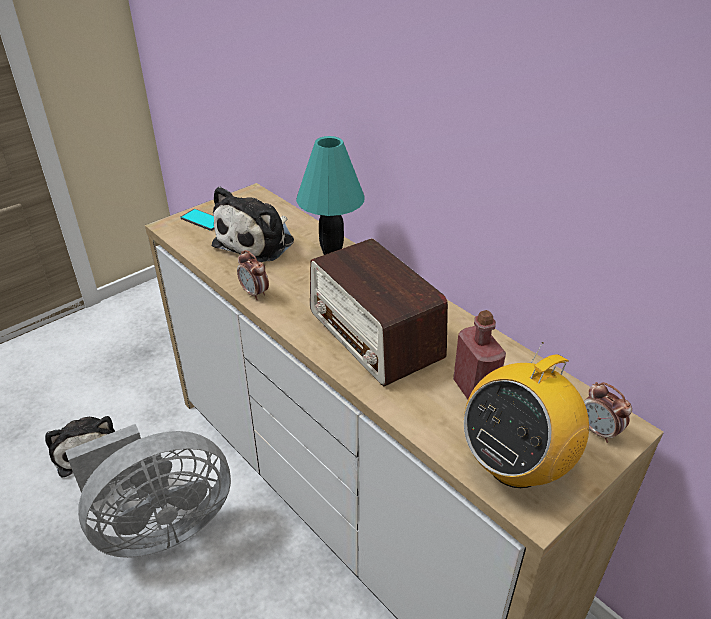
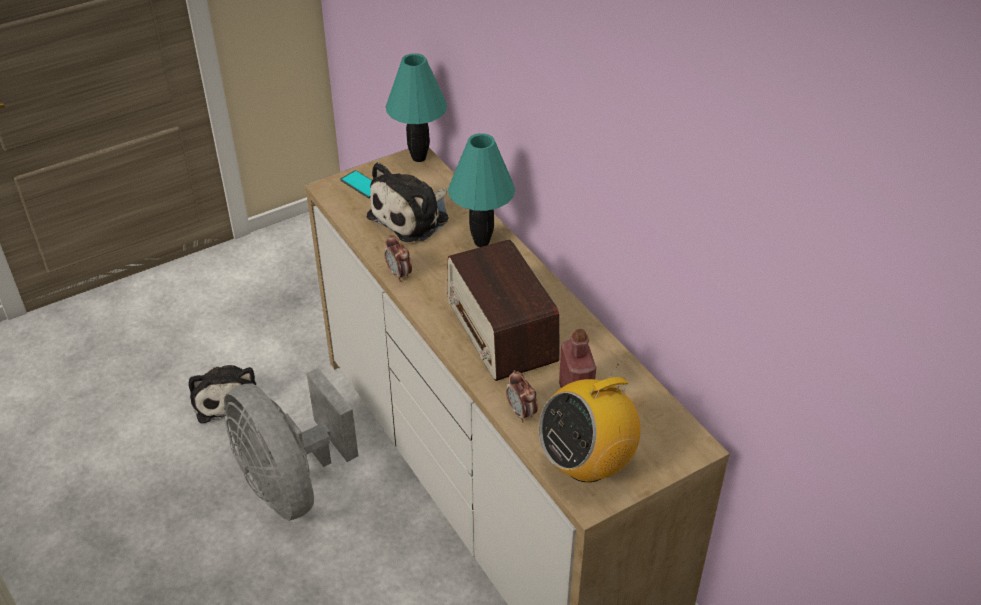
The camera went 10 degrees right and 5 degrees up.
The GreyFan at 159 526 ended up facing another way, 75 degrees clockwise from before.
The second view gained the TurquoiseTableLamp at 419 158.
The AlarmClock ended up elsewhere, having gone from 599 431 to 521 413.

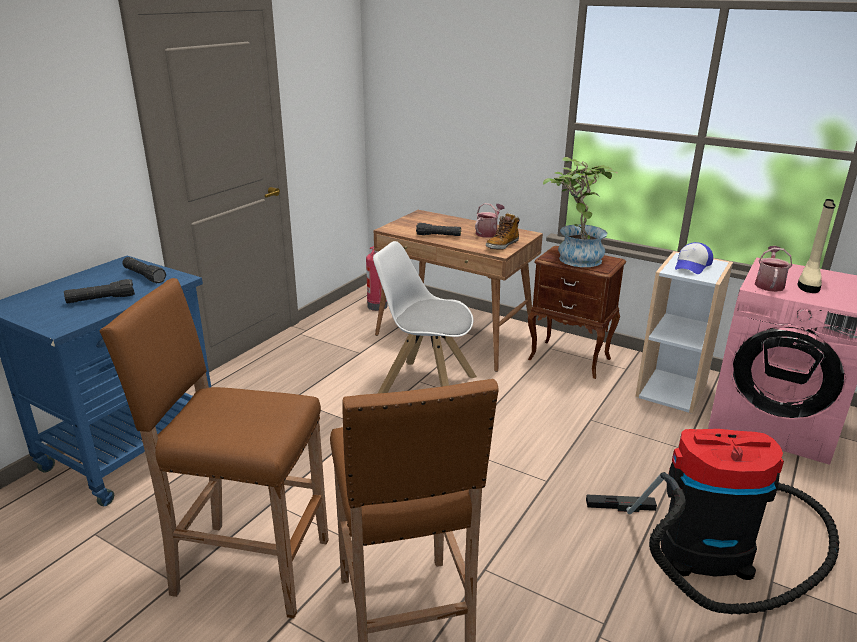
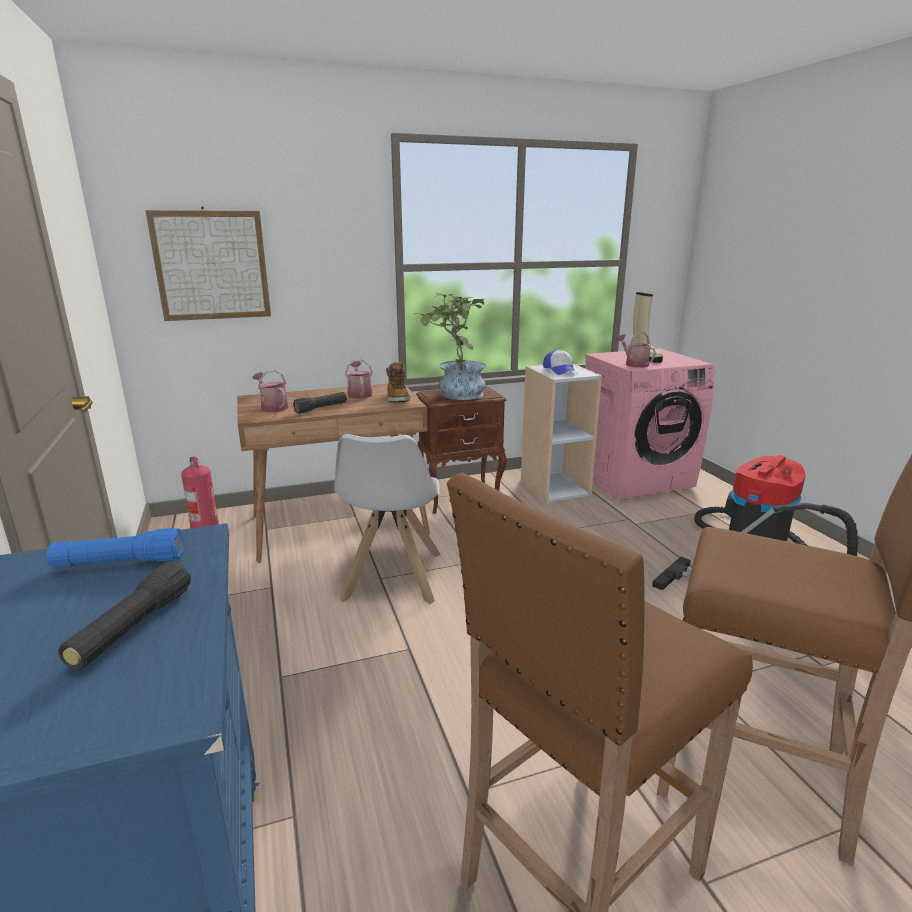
The camera went 50 degrees left and 5 degrees down.
What was the BlackFlashlight at 144 276 turned into the BlueFlashlight at 120 563.
The second view gained the Picture at 211 264.
The second view gained the WateringCan at 272 407.
The Chair at 425 385 ended up facing another way, 60 degrees counterclockwise from before.

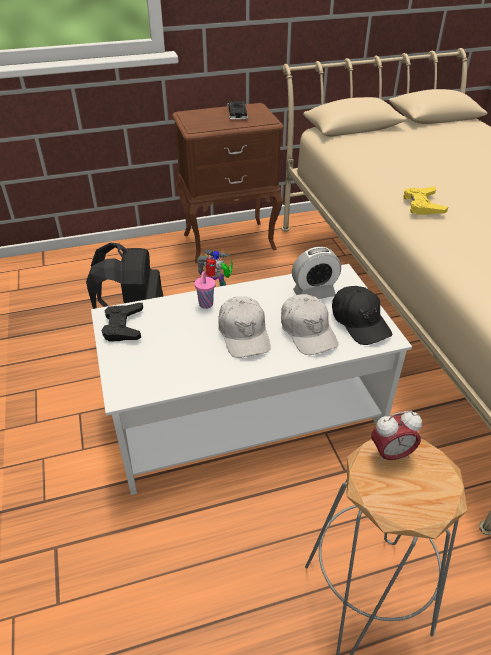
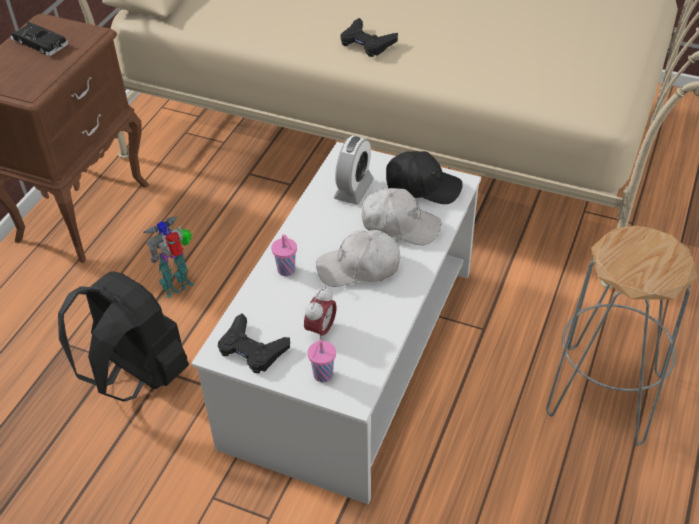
The camera went 50 degrees left and 5 degrees up.
The AlarmClock ended up elsewhere, having gone from 391 454 to 321 330.
The second view gained the PinkCup at 322 376.
The WhiteCap at 244 334 ended up facing another way, 150 degrees clockwise from before.
What was the YellowGameController at 422 205 turned into the BlackGameController at 367 43.

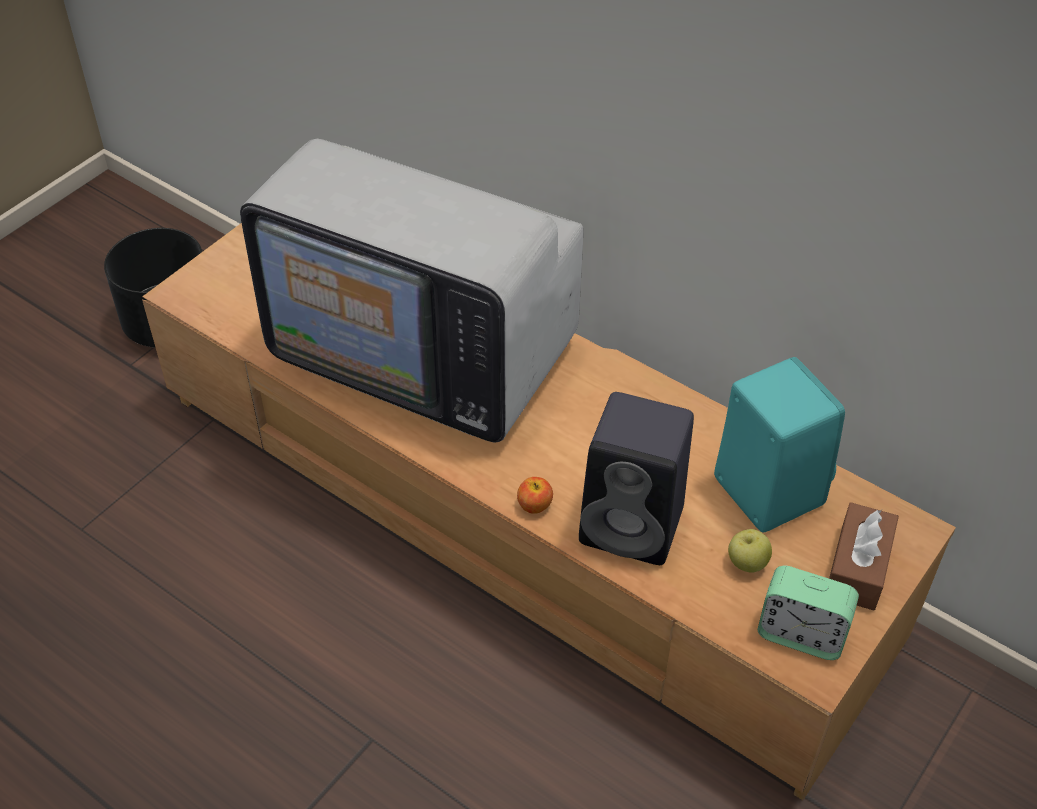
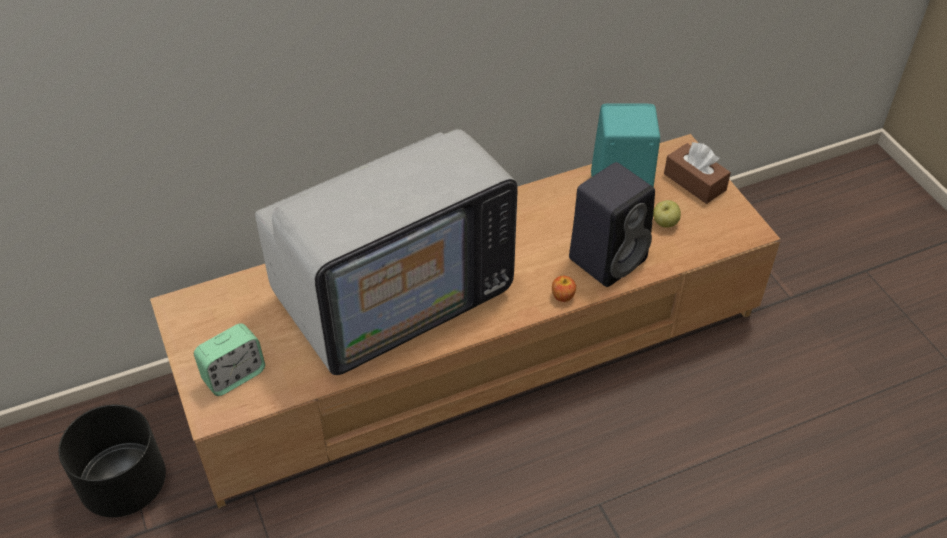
The camera went 60 degrees left and 0 degrees up.
The AlarmClock ended up elsewhere, having gone from 801 634 to 234 376.

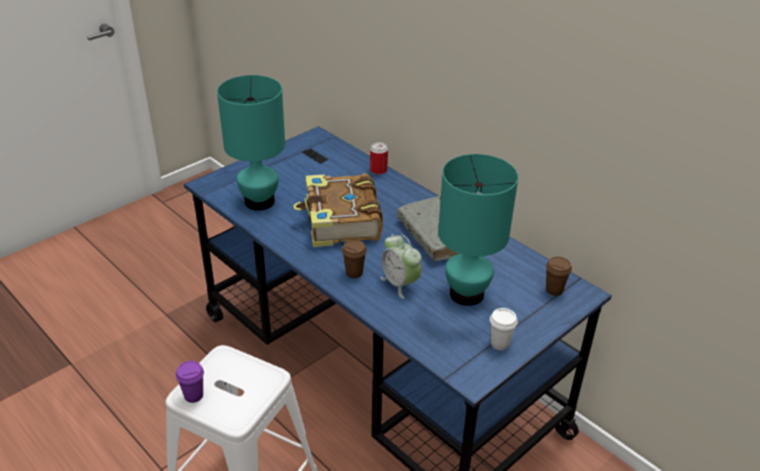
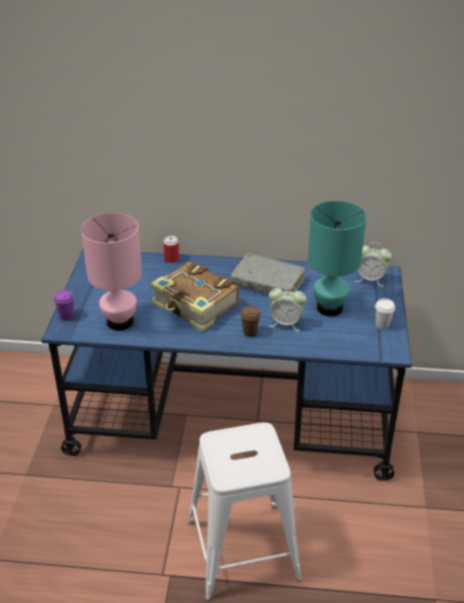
The camera went 40 degrees left and 0 degrees up.
The PurpleCup ended up elsewhere, having gone from 193 395 to 66 316.
What was the TurquoiseTableLamp at 260 201 turned into the PinkTableLamp at 120 321.
Where the BrownCup stood at 554 290, the AlarmClock came to stand at 370 280.

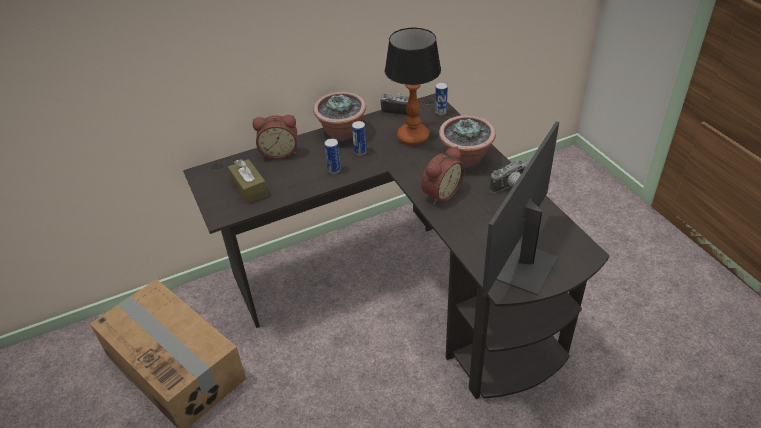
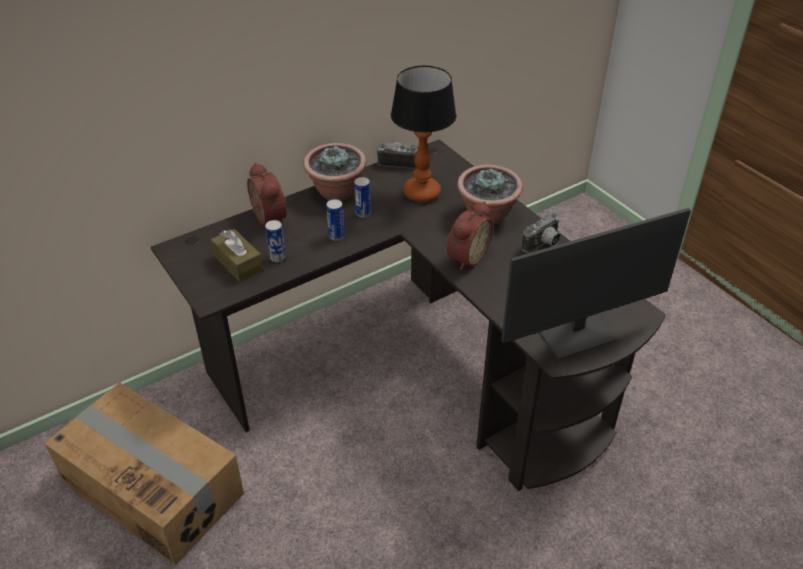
The camera went 10 degrees left and 0 degrees up.
The AlarmClock at 279 152 ended up facing another way, 105 degrees counterclockwise from before.
The Can ended up elsewhere, having gone from 441 112 to 277 257.
The Monitor at 523 267 ended up facing another way, 135 degrees counterclockwise from before.

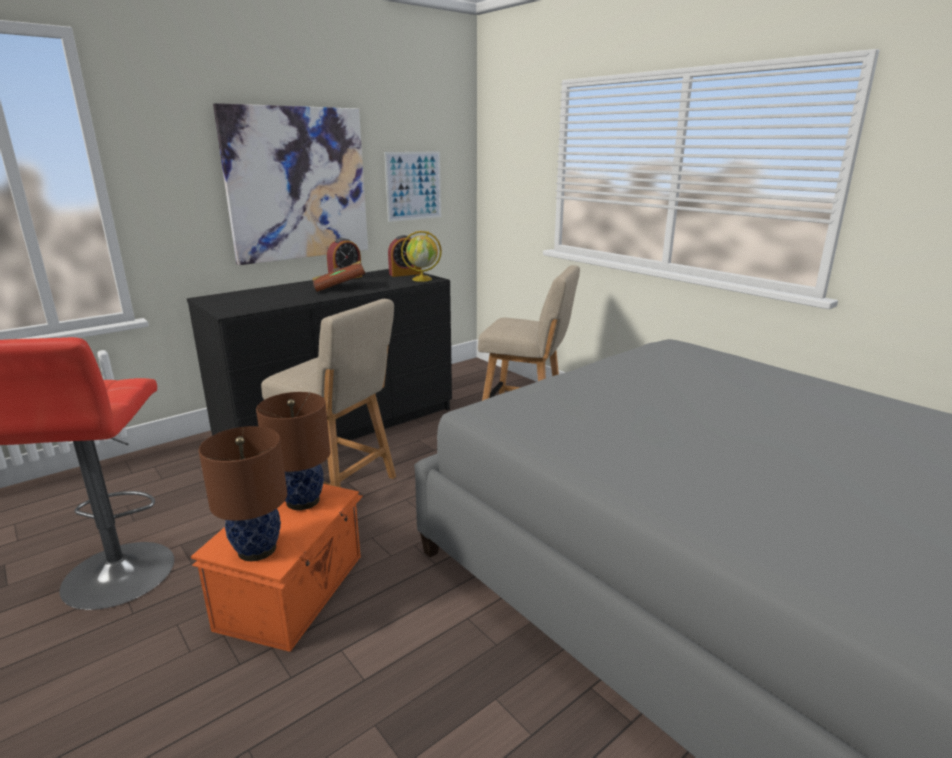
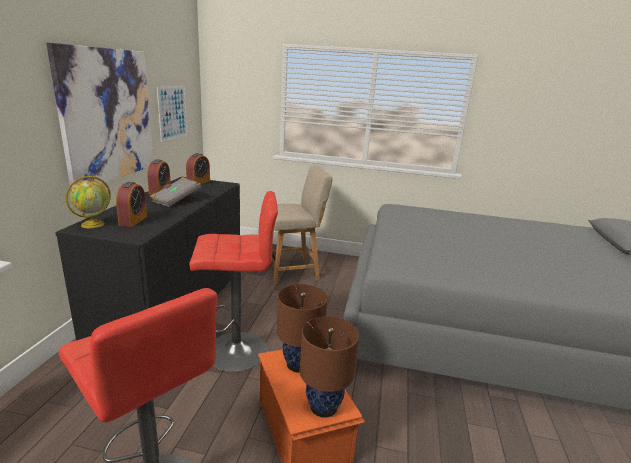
The camera went 40 degrees left and 0 degrees up.
The Globe ended up elsewhere, having gone from 422 279 to 93 224.
The second view gained the AlarmClock at 133 220.
What was the BrownBook at 339 287 turned into the GreyBook at 176 200.
Where the BeigeChair stood at 341 486, the RedStool came to stand at 237 351.

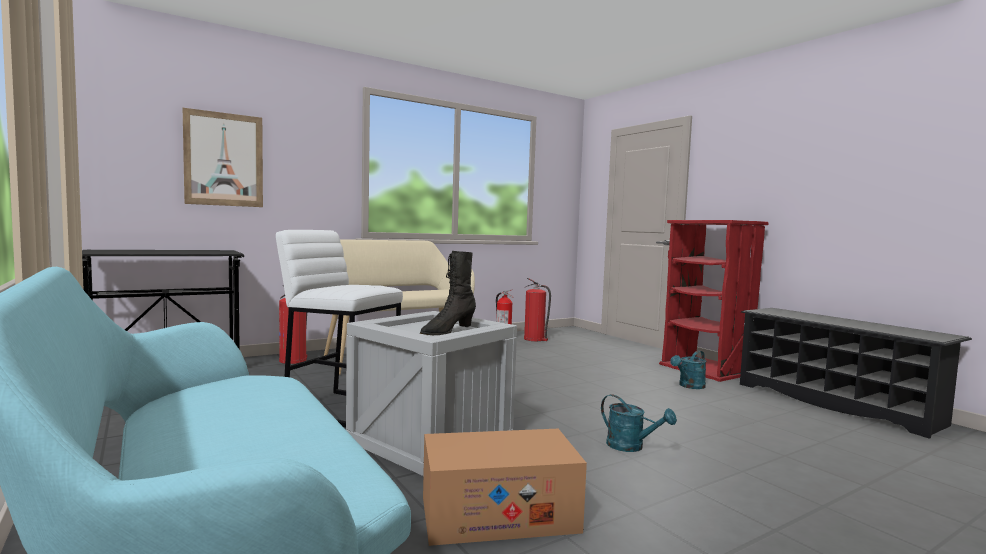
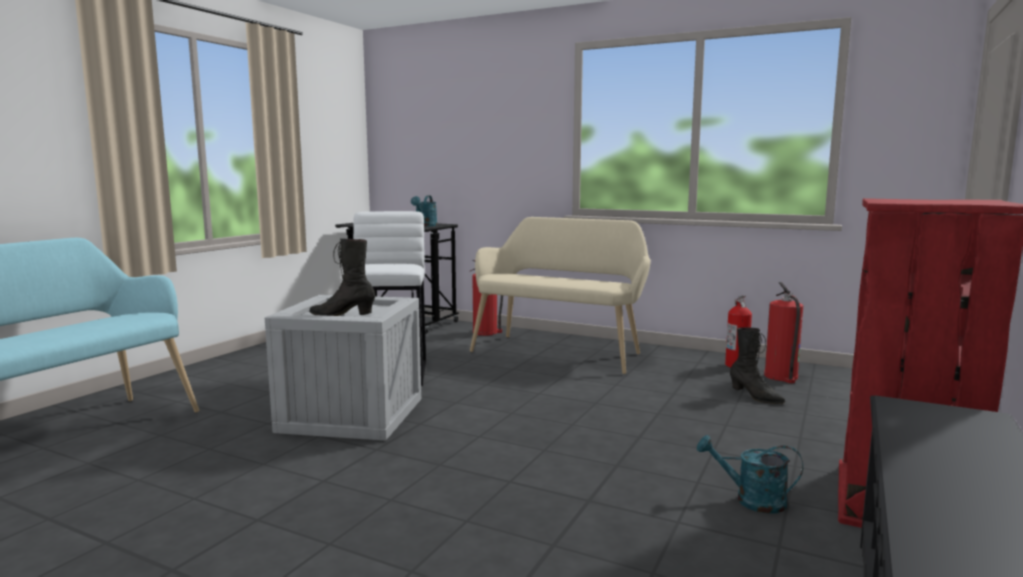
The camera went 60 degrees right and 5 degrees up.
The TurquoiseWateringCan ended up elsewhere, having gone from 631 447 to 425 226.
The second view gained the BlackBoot at 755 397.
The second view lost the Picture at 224 159.
The second view lost the CardboardBox at 498 514.

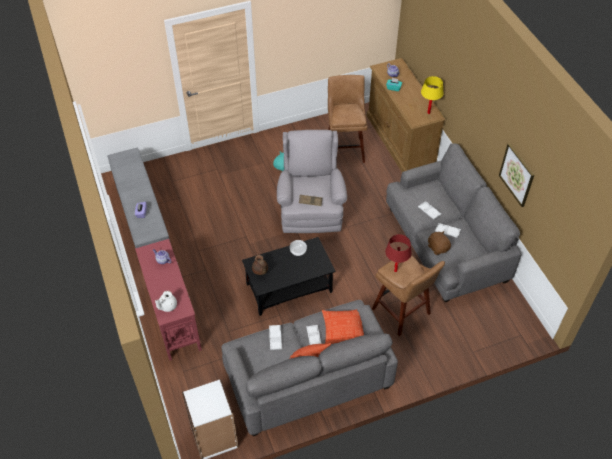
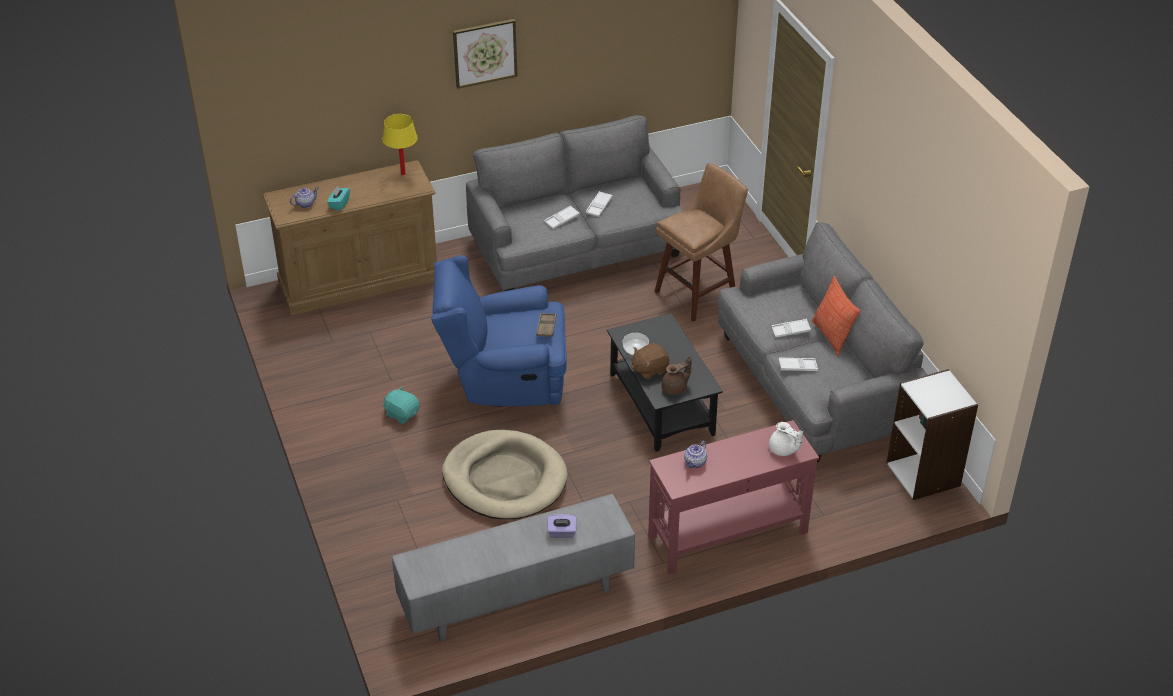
The camera went 90 degrees left and 10 degrees down.
What was the GreyArmchair at 311 210 turned into the BlueArmchair at 504 381.
The second view gained the BeigeDogBed at 505 479.
The Picture ended up elsewhere, having gone from 517 174 to 485 53.
The BrownPlushToy ended up elsewhere, having gone from 438 247 to 649 369.
The second view lost the OrangePillow at 343 330.
The second view lost the BrownStool at 345 149.
The second view lost the RedTableLamp at 395 270.

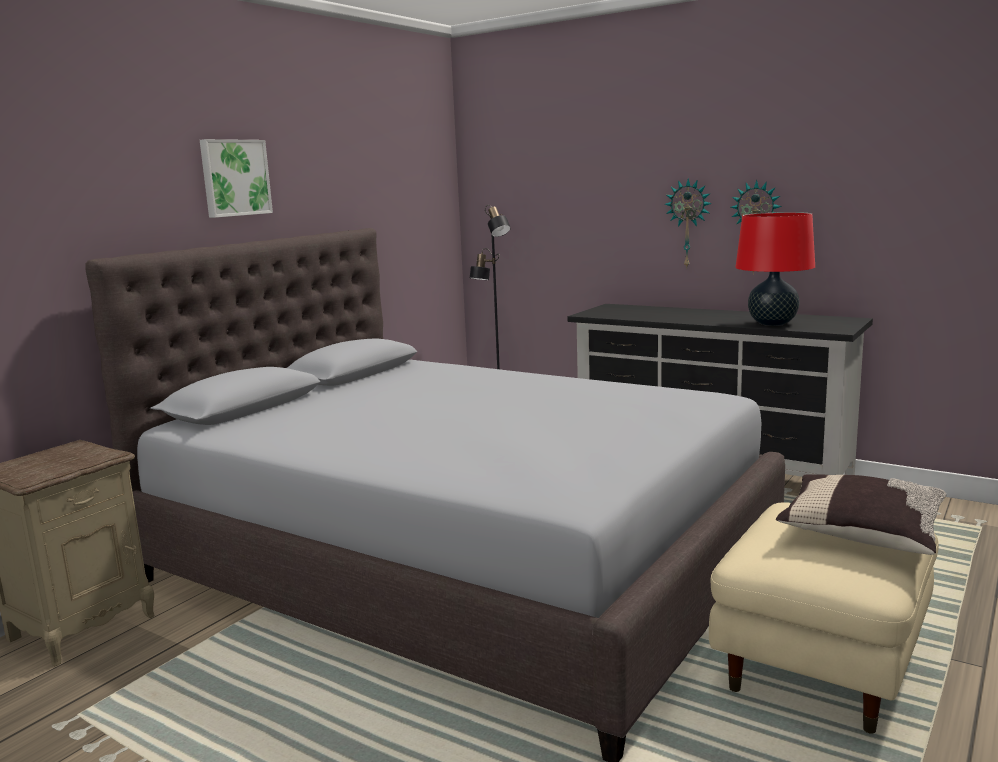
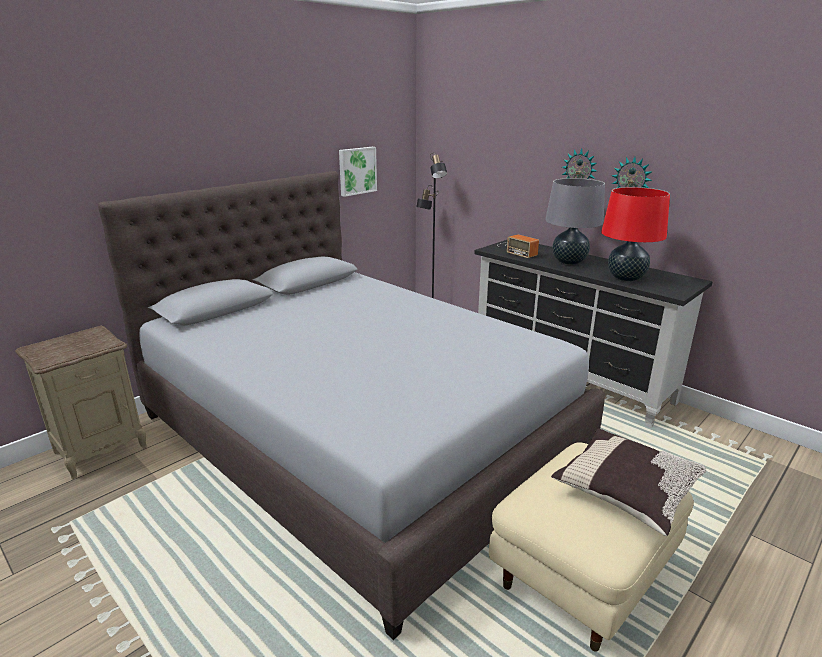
The camera went 10 degrees right and 10 degrees up.
The Picture ended up elsewhere, having gone from 234 178 to 356 171.
The second view gained the Radio at 517 249.
The second view gained the GreyTableLamp at 569 262.

